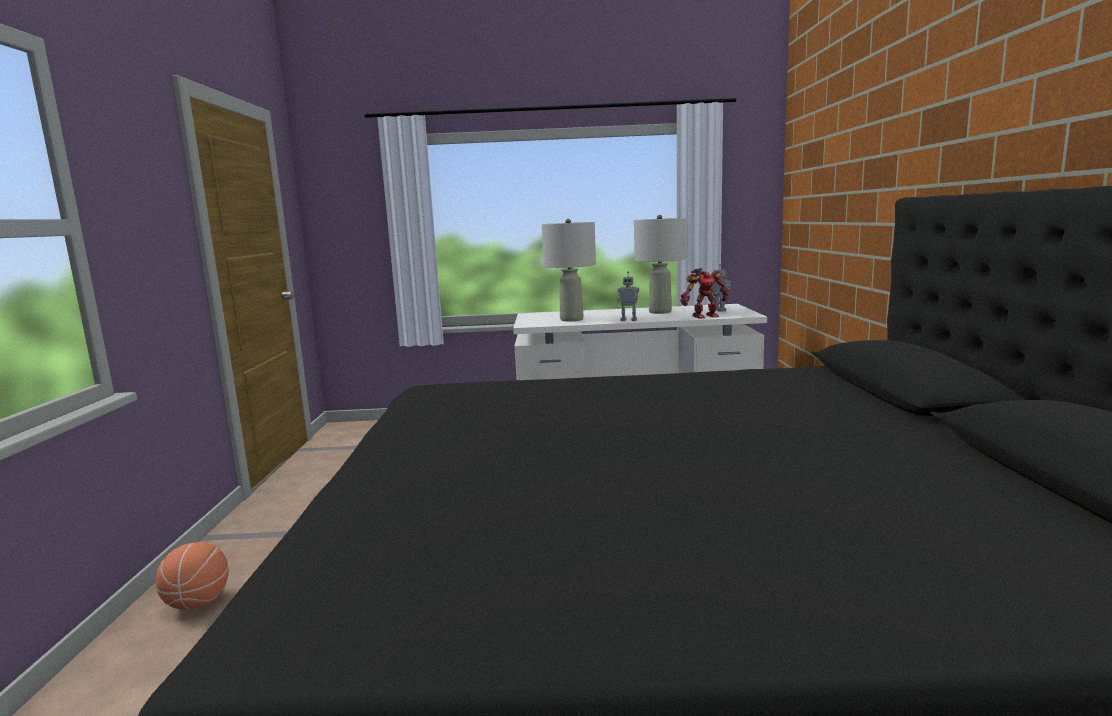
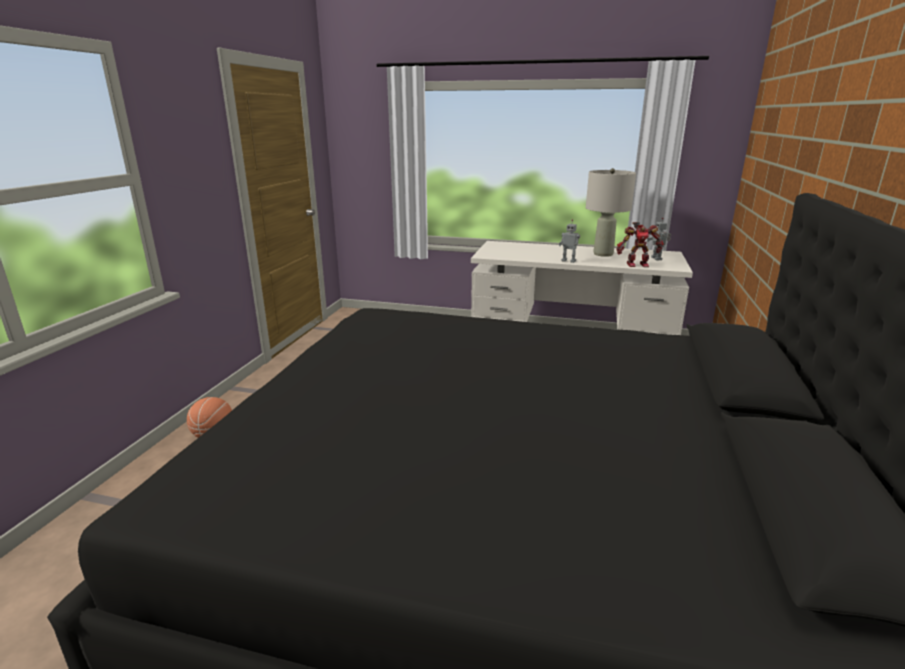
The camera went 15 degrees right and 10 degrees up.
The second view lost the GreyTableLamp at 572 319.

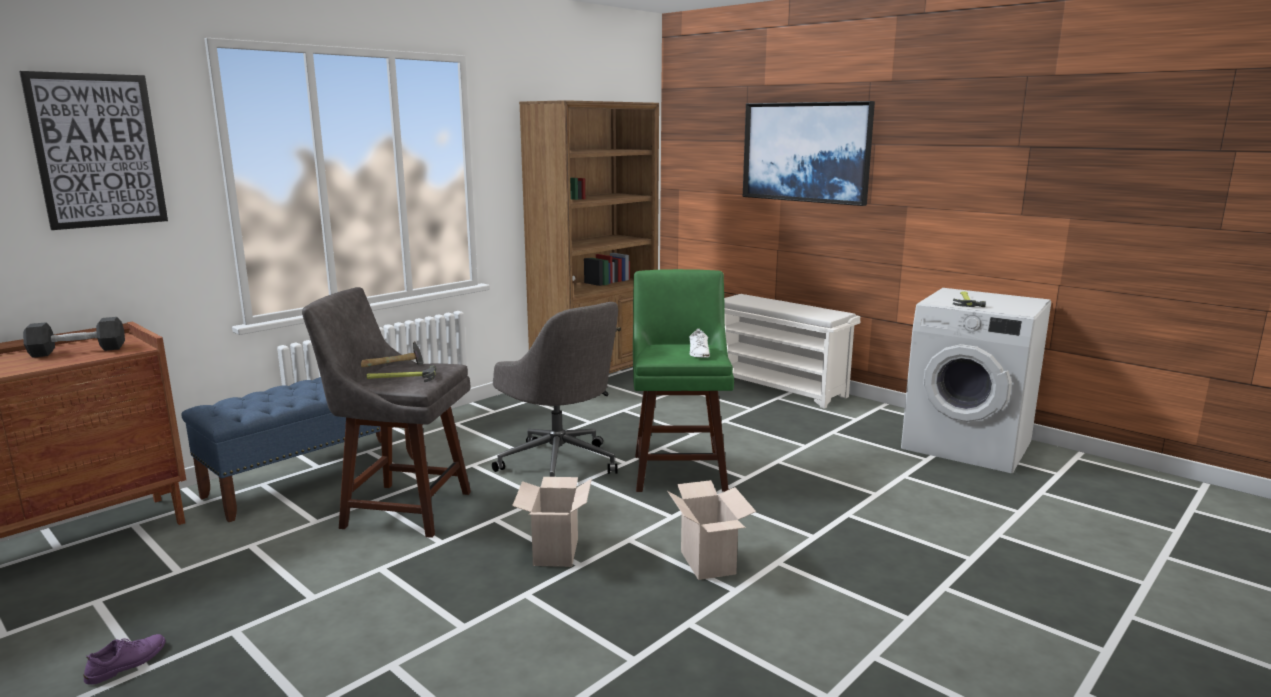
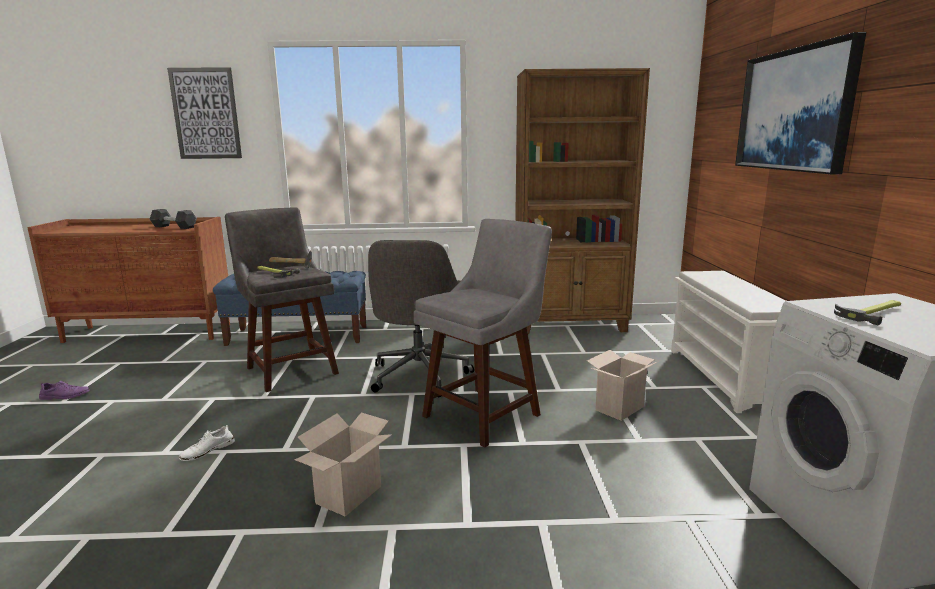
The camera went 45 degrees right and 0 degrees up.
The WhiteShoe ended up elsewhere, having gone from 699 353 to 207 450.
What was the GreenStool at 679 470 turned into the GreyStool at 485 413.
The CardboardBox ended up elsewhere, having gone from 554 551 to 619 407.

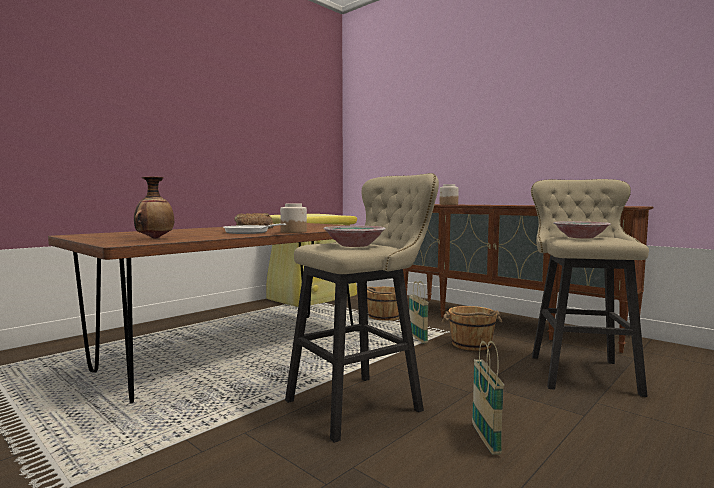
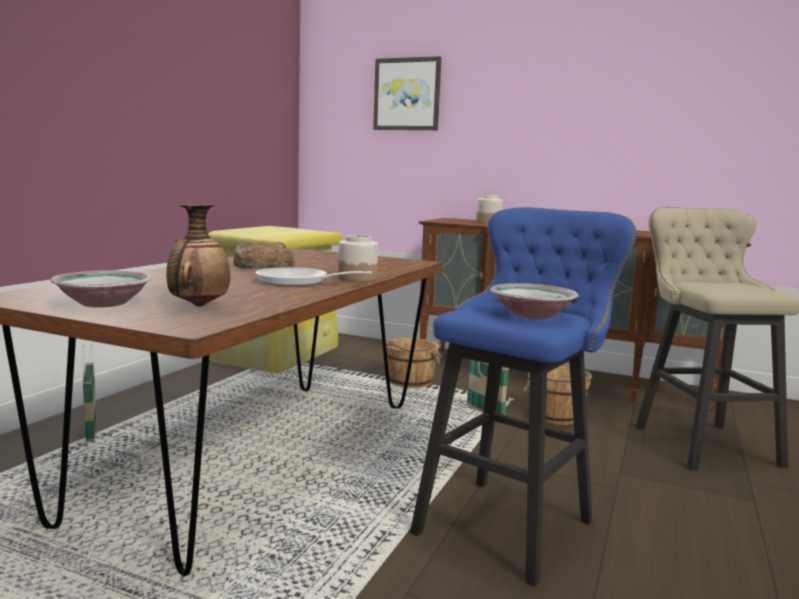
The camera went 20 degrees left and 5 degrees up.
The Bowl ended up elsewhere, having gone from 580 237 to 102 303.
The Basket ended up elsewhere, having gone from 485 439 to 91 433.
The second view gained the Picture at 407 94.
What was the BeigeStool at 366 401 turned into the BlueStool at 513 518.

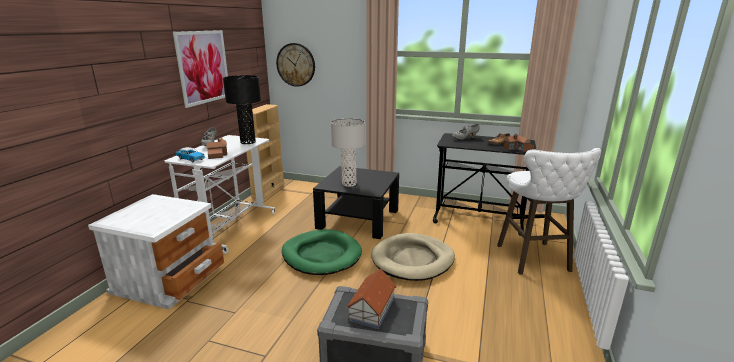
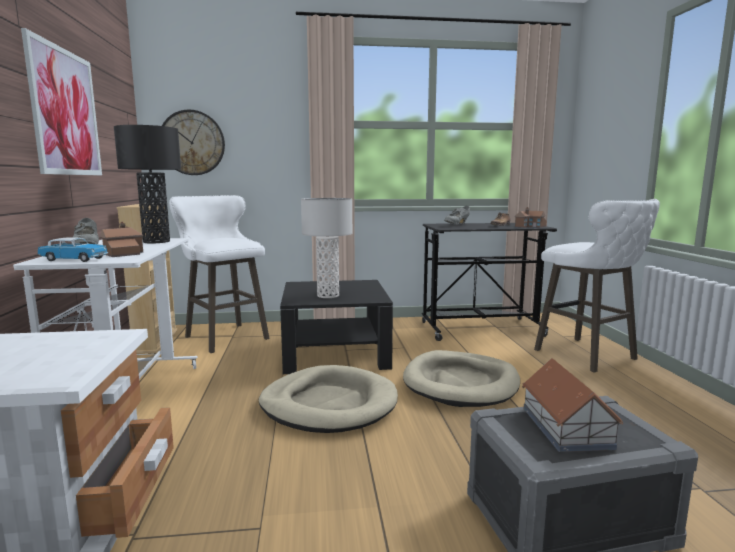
The camera went 25 degrees left and 10 degrees down.
The second view gained the WhiteStool at 225 337.
What was the GreenDogBed at 321 255 turned into the BeigeDogBed at 329 404.

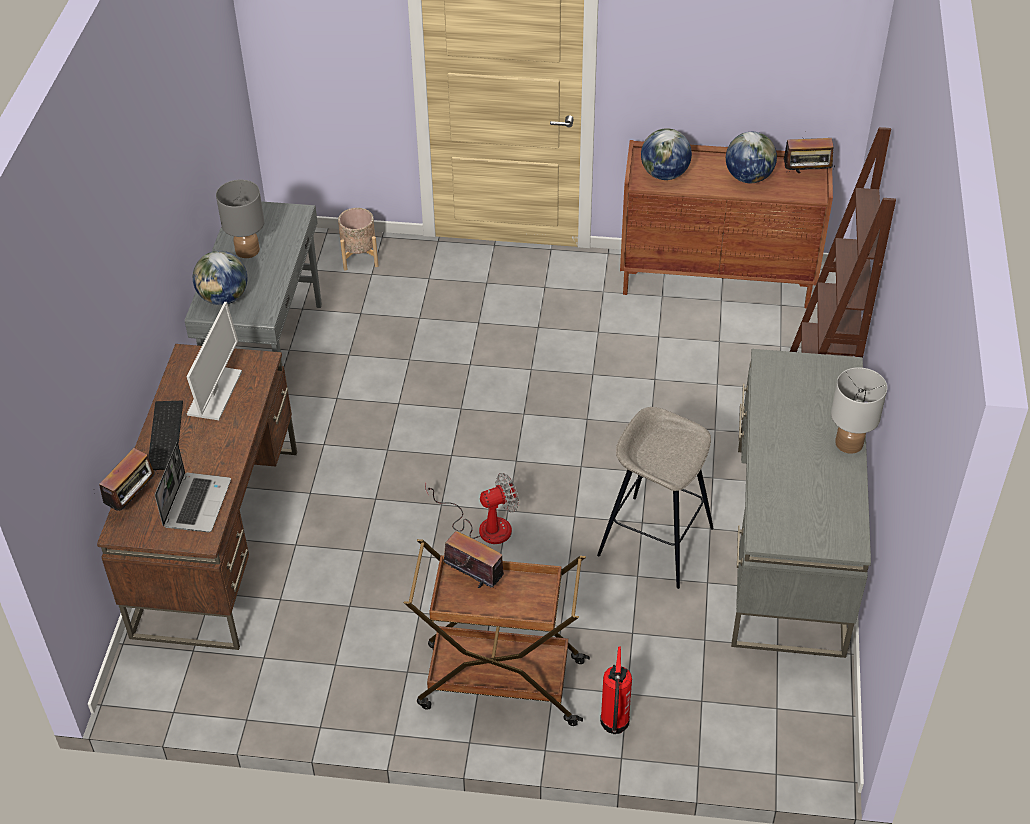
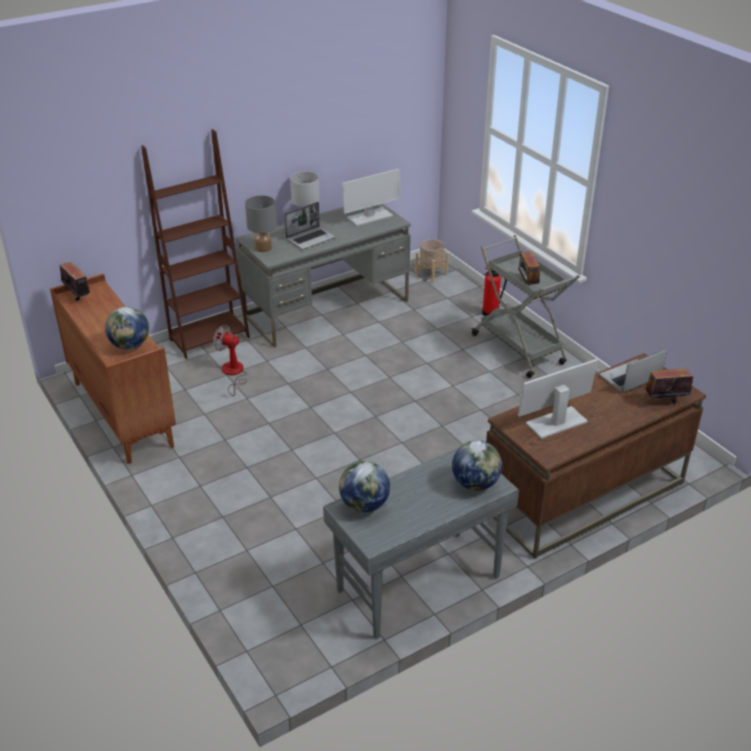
The camera went 130 degrees left and 10 degrees down.
The Fan ended up elsewhere, having gone from 484 526 to 233 374.
The GreyTableLamp ended up elsewhere, having gone from 248 250 to 263 248.
The second view gained the Laptop at 311 238.
The Globe ended up elsewhere, having gone from 748 177 to 364 505.
The second view gained the Monitor at 369 217.
The BeigePlanter ended up elsewhere, having gone from 360 257 to 431 274.
What was the BrownCart at 501 684 turned into the GreyCart at 518 350.
The second view lost the Keyboard at 163 434.
The second view lost the GreyStool at 655 541.

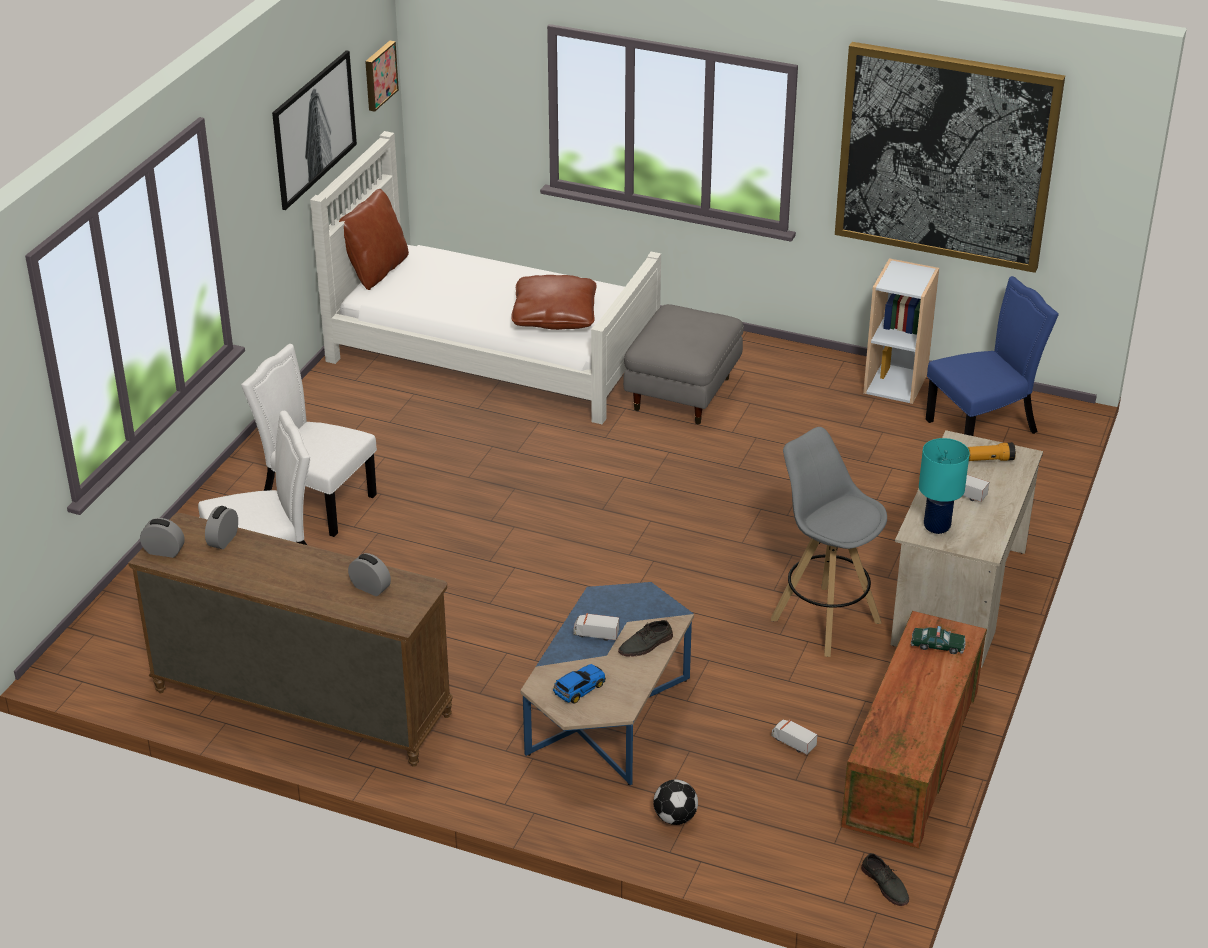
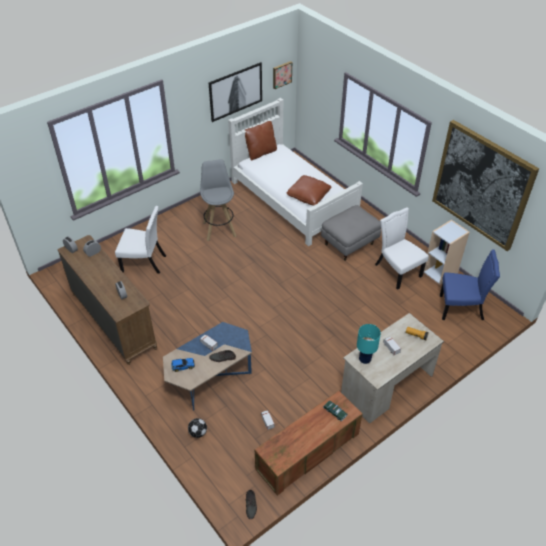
The camera went 30 degrees right and 10 degrees up.
The GreyStool ended up elsewhere, having gone from 824 618 to 219 228.
The WhiteChair ended up elsewhere, having gone from 318 503 to 397 272.

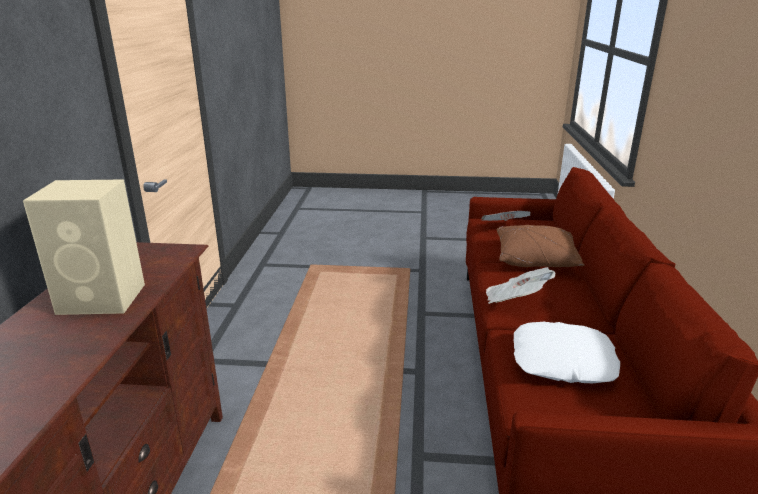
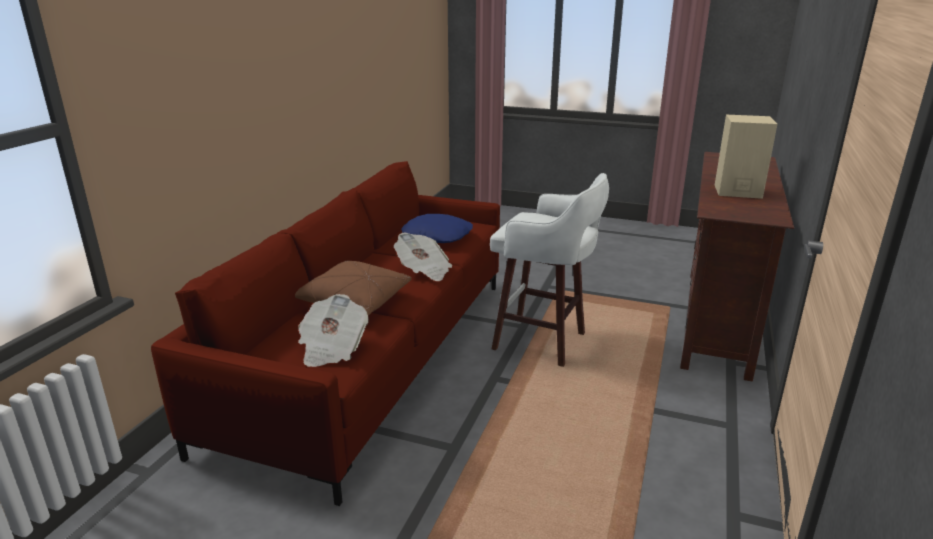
The camera went 165 degrees left and 0 degrees up.
What was the WhitePillow at 562 362 turned into the BluePillow at 437 236.
The second view gained the WhiteStool at 543 342.

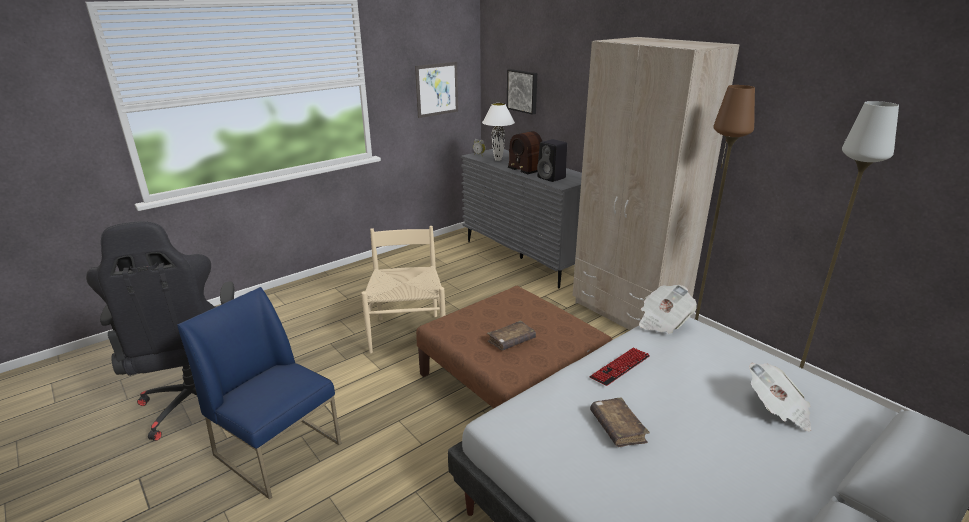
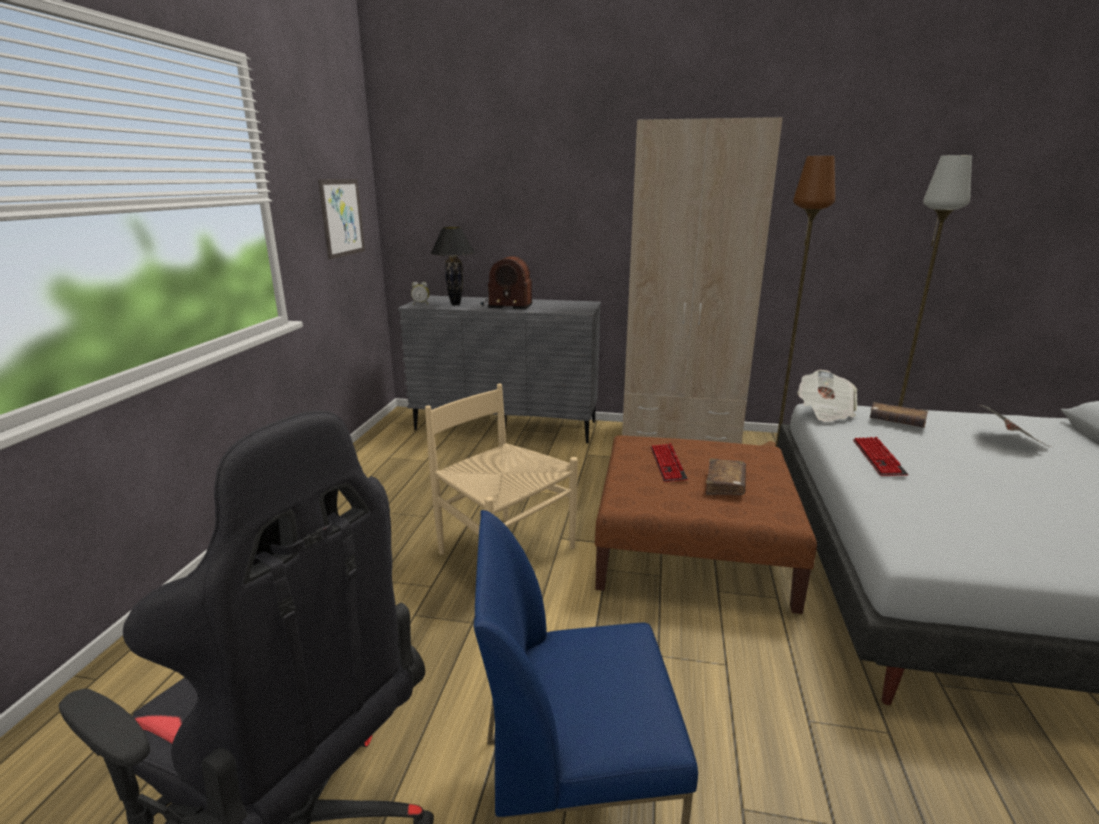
The camera went 40 degrees left and 5 degrees down.
What was the WhiteTableLamp at 498 159 turned into the BlackTableLamp at 455 304.
The second view gained the Keyboard at 667 464.
The BrownBook ended up elsewhere, having gone from 617 428 to 896 422.
The second view lost the Picture at 523 91.
The second view lost the BlackSpeaker at 552 178.

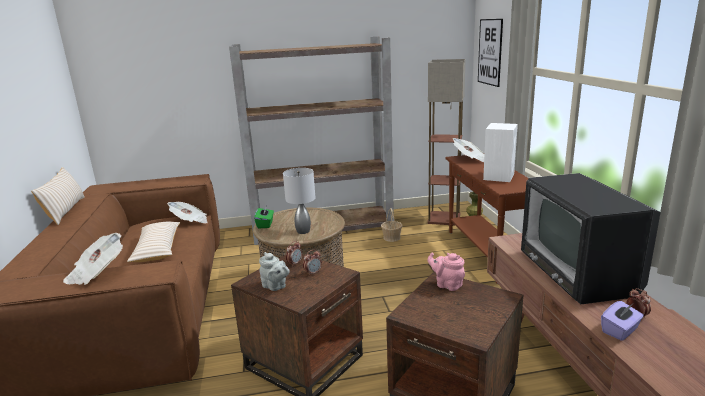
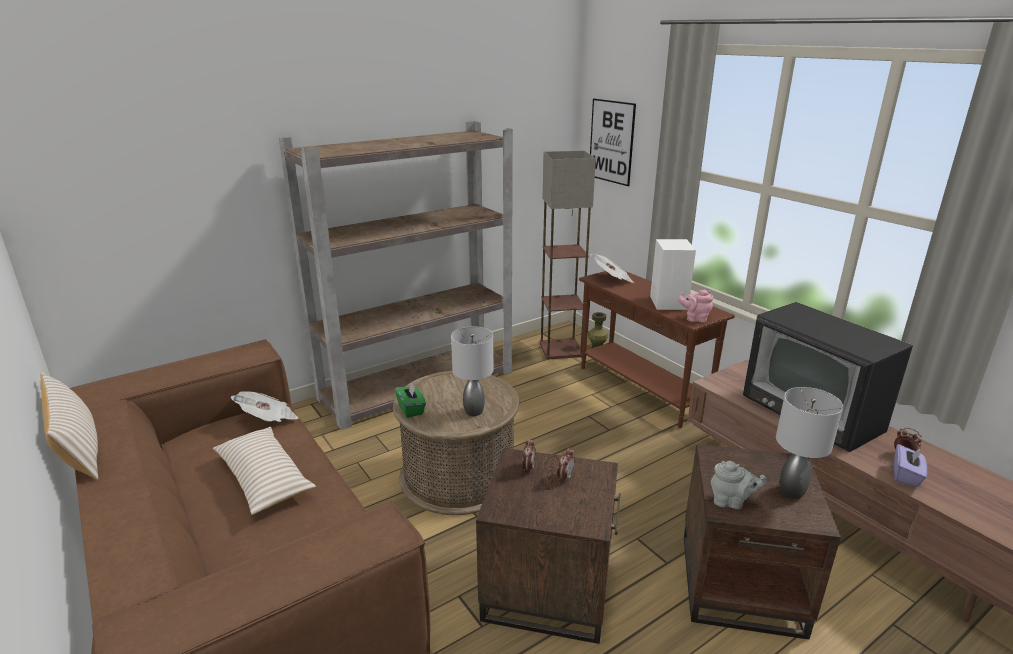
The camera went 25 degrees left and 5 degrees up.
The PinkTeapot ended up elsewhere, having gone from 447 285 to 695 319.
The GreyTeapot ended up elsewhere, having gone from 275 286 to 731 502.
The second view gained the GreyTableLamp at 791 491.
The second view lost the Newspaper at 97 273.
The second view lost the Basket at 392 237.

